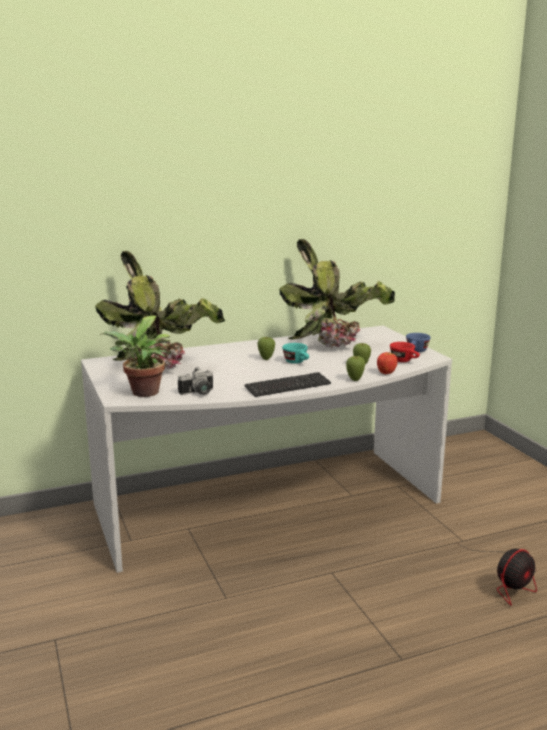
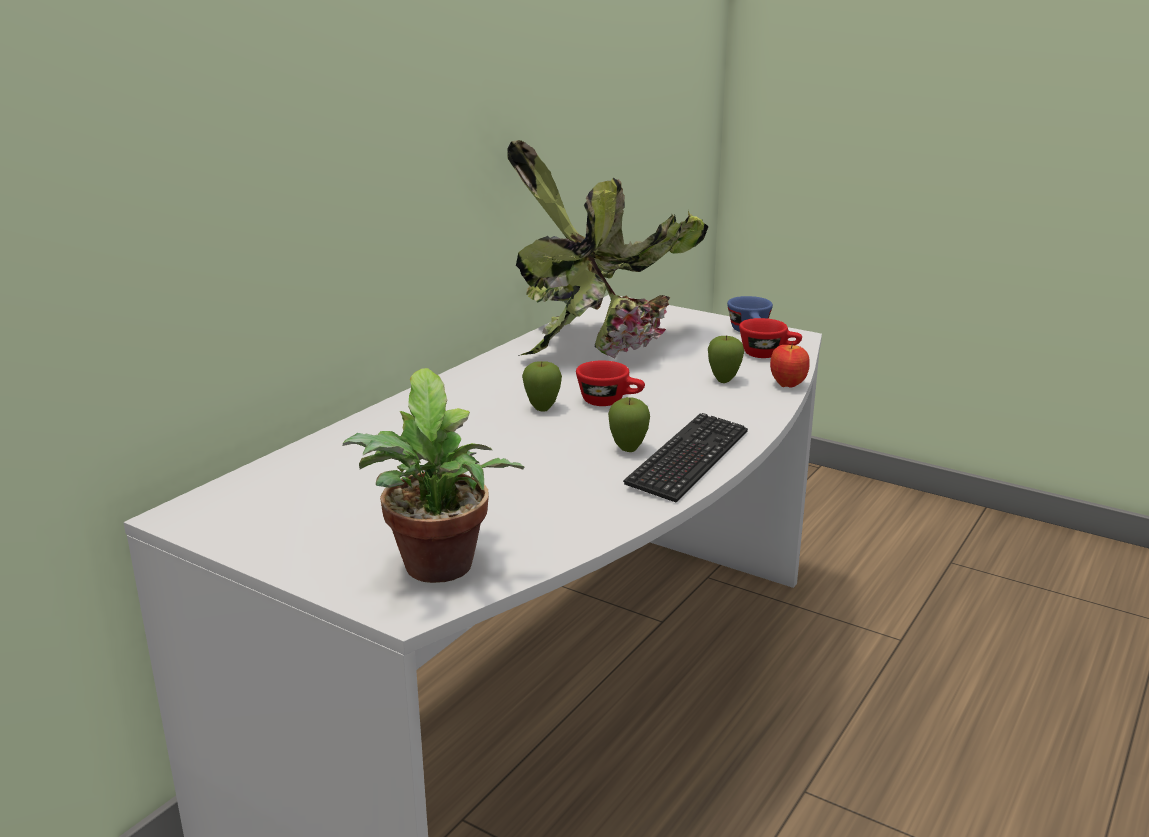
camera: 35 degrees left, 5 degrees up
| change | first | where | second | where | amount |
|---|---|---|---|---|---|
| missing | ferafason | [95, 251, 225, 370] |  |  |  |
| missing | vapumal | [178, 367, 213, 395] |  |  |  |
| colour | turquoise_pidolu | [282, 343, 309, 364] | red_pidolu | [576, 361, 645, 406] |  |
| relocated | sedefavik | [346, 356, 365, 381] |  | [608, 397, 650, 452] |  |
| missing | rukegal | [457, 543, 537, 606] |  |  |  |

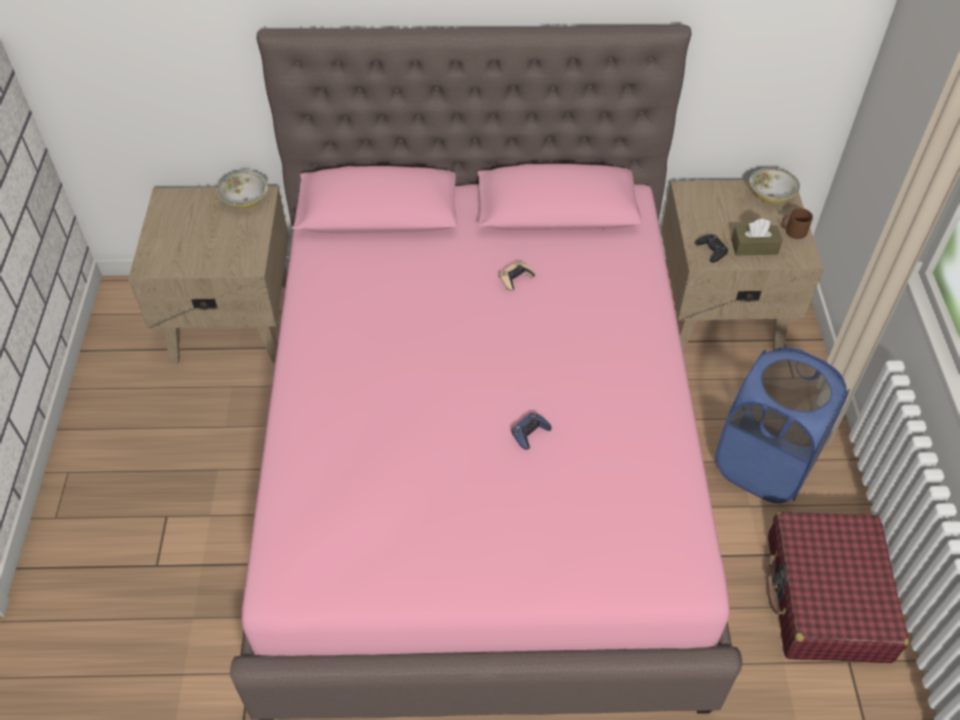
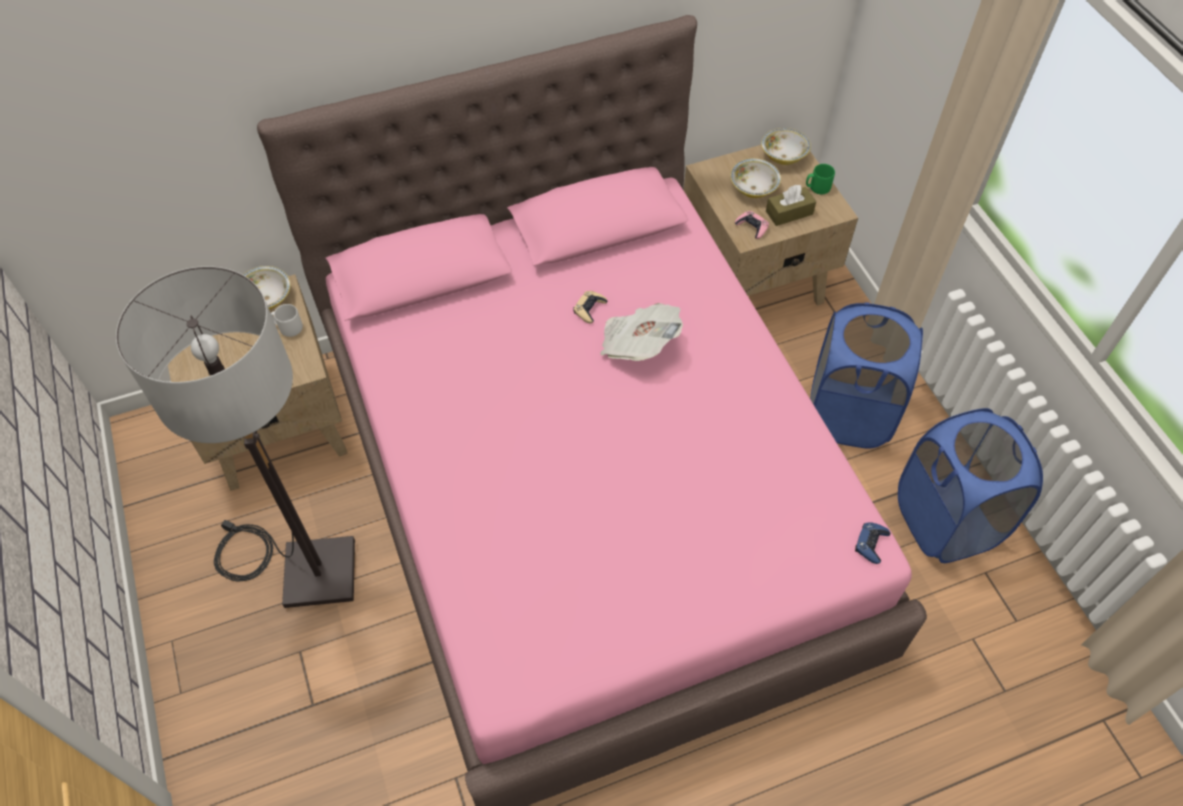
camera: 20 degrees left, 5 degrees up
| change | first | where | second | where | amount |
|---|---|---|---|---|---|
| relocated | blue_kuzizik | [511, 413, 552, 450] |  | [855, 522, 890, 564] |  |
| colour | black_kuzizik | [695, 234, 728, 263] | pink_kuzizik | [735, 211, 769, 239] |  |
| exchanged | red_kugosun | [767, 512, 909, 663] | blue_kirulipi | [898, 408, 1043, 563] |  |
| colour | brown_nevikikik | [782, 208, 813, 239] | green_nevikikik | [806, 164, 835, 194] |  |
| appeared |  |  | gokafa | [116, 266, 355, 608] |  |
| appeared |  |  | grey_nevikikik | [271, 304, 303, 337] |  |
| appeared |  |  | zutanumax | [600, 303, 683, 361] |  |
| appeared |  |  | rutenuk | [730, 158, 781, 198] |  |

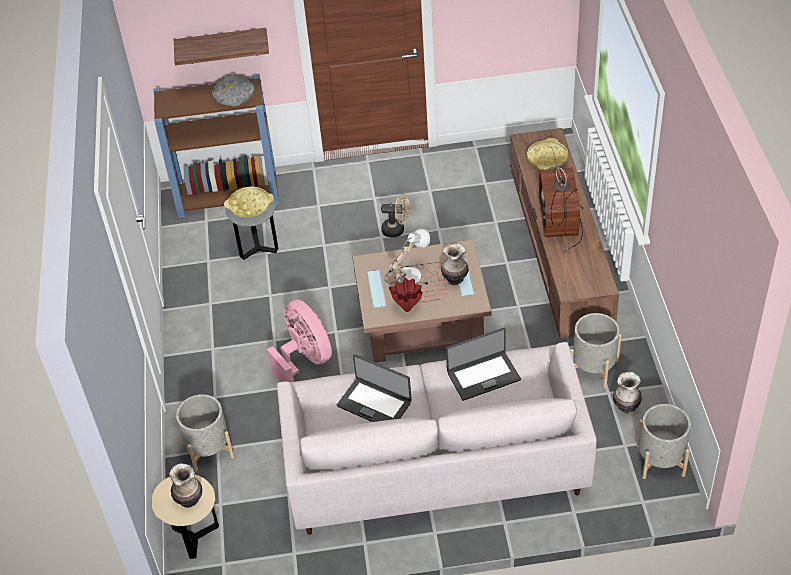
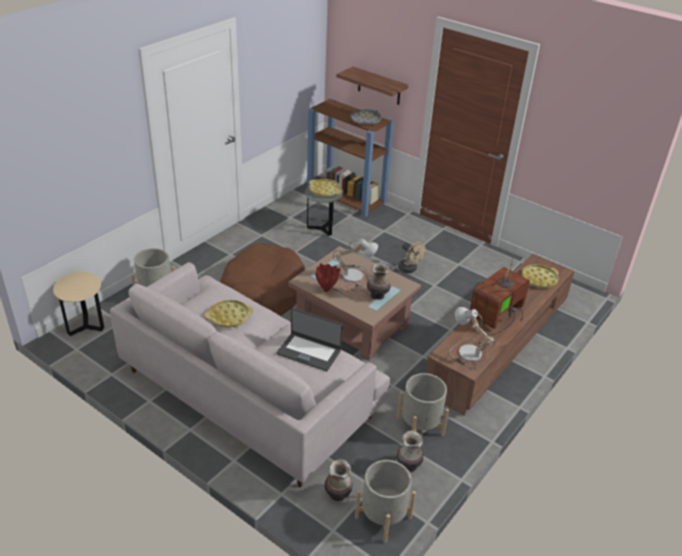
camera: 40 degrees right, 10 degrees down
| change | first | where | second | where | amount |
|---|---|---|---|---|---|
| relocated | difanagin | [169, 463, 202, 508] |  | [325, 459, 353, 501] |  |
| exchanged | pink_rukegal | [267, 300, 332, 382] | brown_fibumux | [220, 243, 305, 316] |  |
| exchanged | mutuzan | [337, 354, 412, 422] | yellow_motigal | [205, 300, 253, 328] |  |
| appeared |  |  | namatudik | [449, 307, 495, 369] |  |

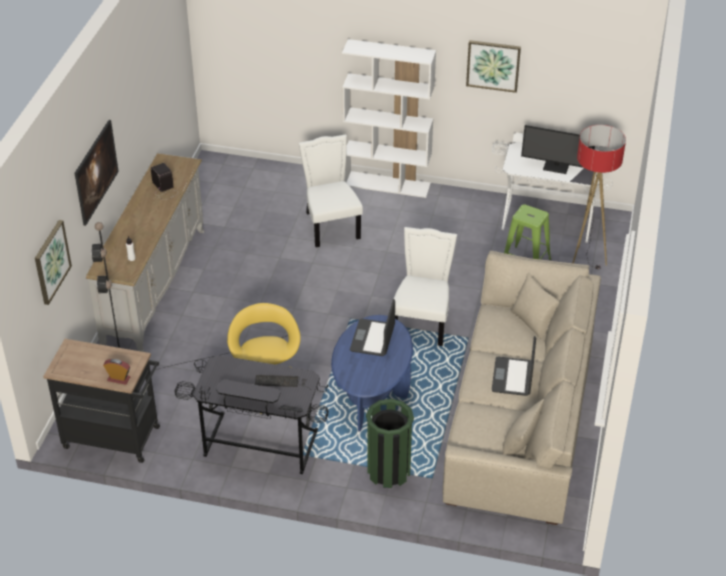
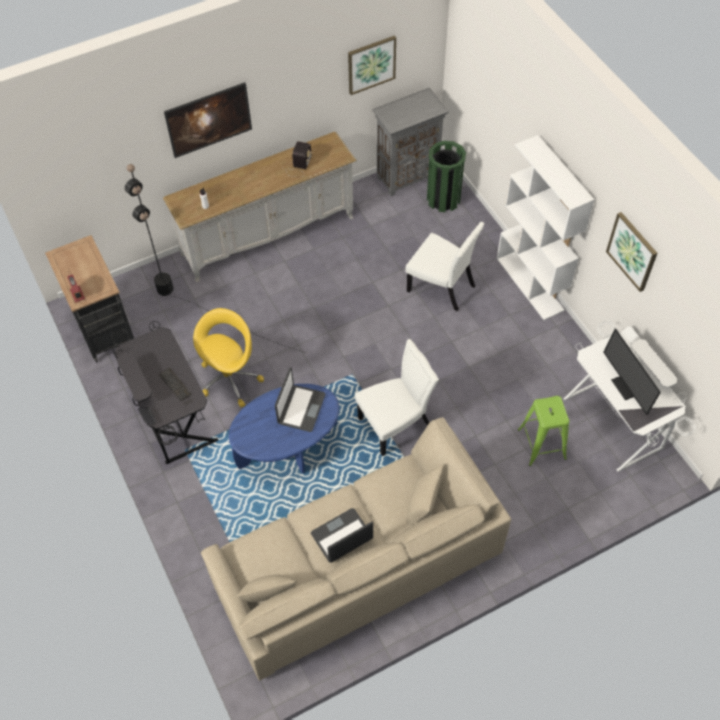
camera: 50 degrees right, 15 degrees up
| change | first | where | second | where | amount |
|---|---|---|---|---|---|
| relocated | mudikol | [35, 220, 72, 305] |  | [348, 36, 396, 95] |  |
| spun | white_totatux | [299, 134, 363, 247] |  | [405, 222, 484, 311] | 90 degrees clockwise |
| spun | mutuzan | [350, 299, 395, 356] |  | [275, 368, 325, 432] | 135 degrees clockwise |
| relocated | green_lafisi | [366, 399, 414, 488] |  | [427, 141, 466, 212] |  |
| missing | gokafa | [572, 125, 626, 269] |  |  |  |
| appeared |  |  | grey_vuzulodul | [372, 87, 449, 196] |  |

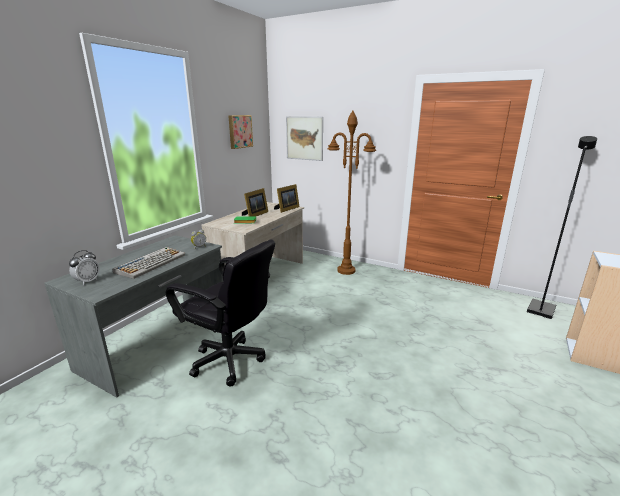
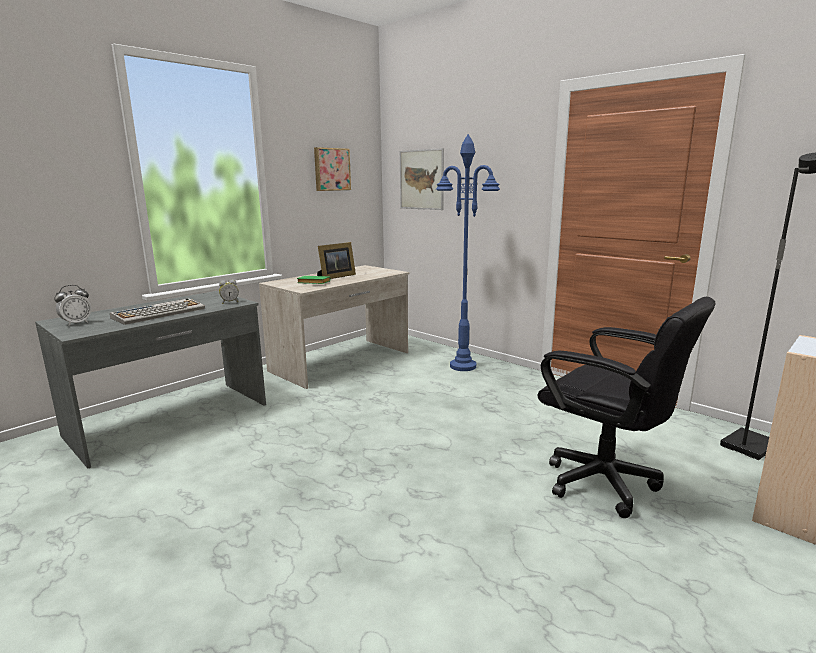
camera: 15 degrees right, 5 degrees down
| change | first | where | second | where | amount |
|---|---|---|---|---|---|
| relocated | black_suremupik | [166, 240, 275, 387] |  | [538, 297, 715, 518] |  |
| missing | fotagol | [274, 184, 300, 213] |  |  |  |
| colour | brown_gokafa | [328, 111, 376, 275] | blue_gokafa | [436, 134, 500, 371] |  |

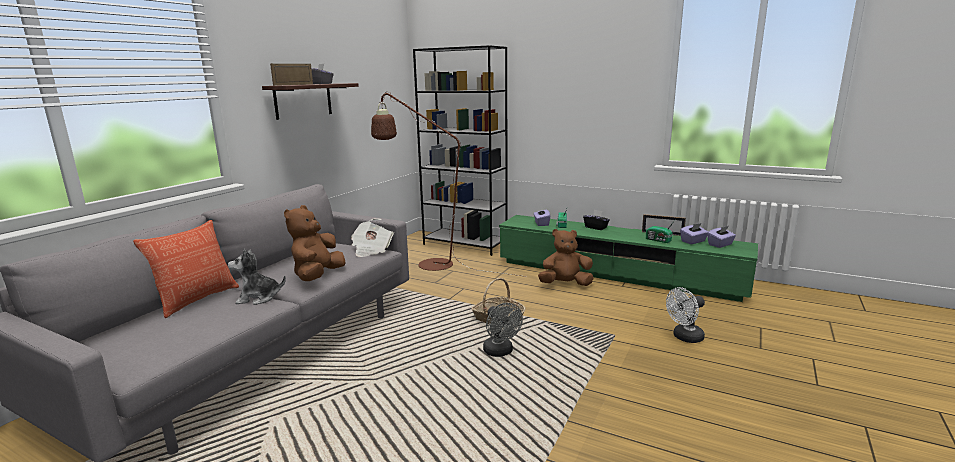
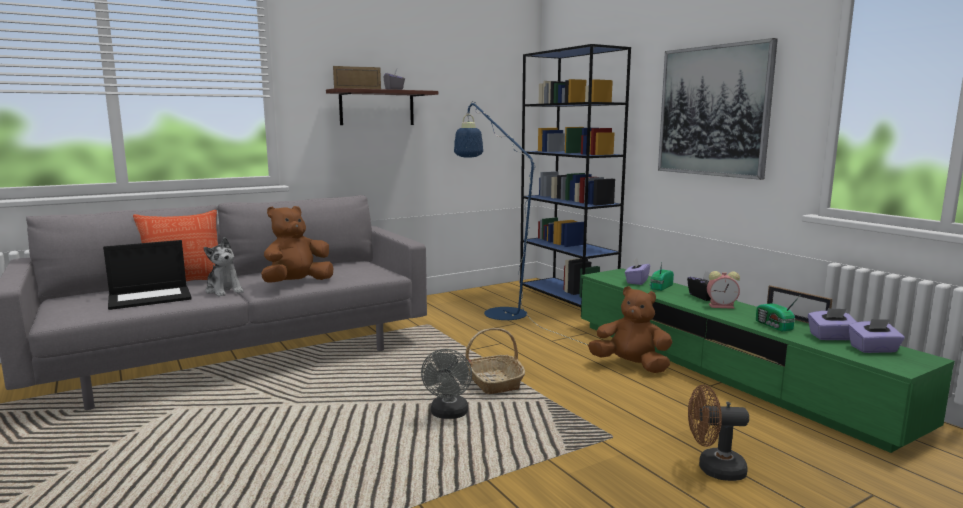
camera: 30 degrees right, 5 degrees down
| change | first | where | second | where | amount |
|---|---|---|---|---|---|
| spun | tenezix | [228, 249, 286, 305] |  | [204, 237, 244, 297] | 150 degrees counterclockwise |
| missing | zutanumax | [351, 218, 394, 257] |  |  |  |
| colour | brown_gokafa | [371, 92, 527, 277] | blue_gokafa | [454, 101, 588, 345] |  |
| colour | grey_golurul | [413, 45, 508, 256] | blue_golurul | [520, 44, 631, 308] |  |
| colour | white_rukegal | [666, 287, 705, 343] | brown_rukegal | [688, 385, 749, 481] |  |
| appeared |  |  | mutuzan | [103, 240, 192, 310] |  |
| appeared |  |  | mudikol | [658, 38, 778, 180] |  |
| appeared |  |  | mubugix | [707, 271, 740, 309] |  |

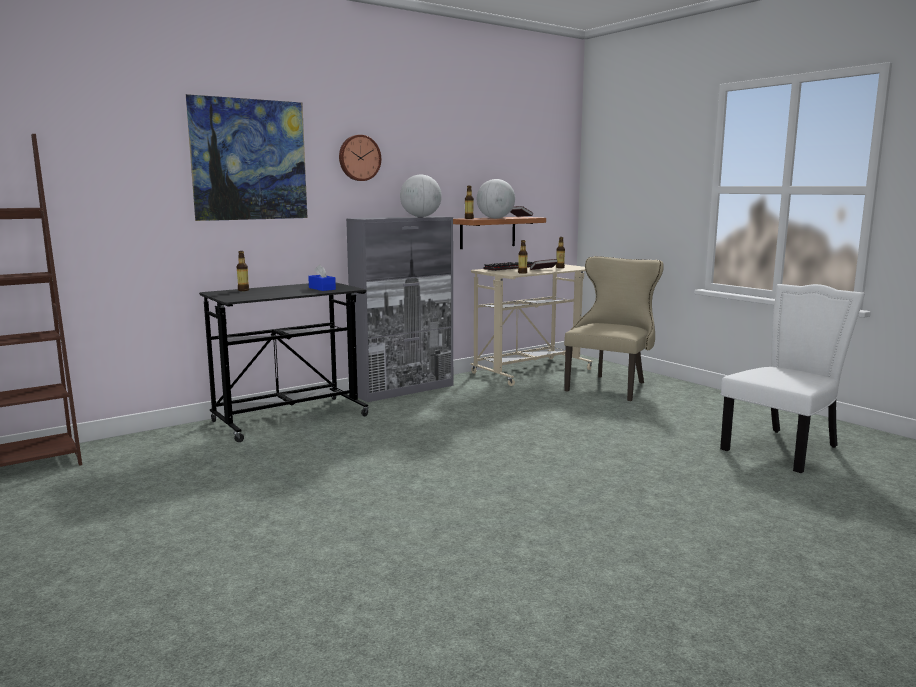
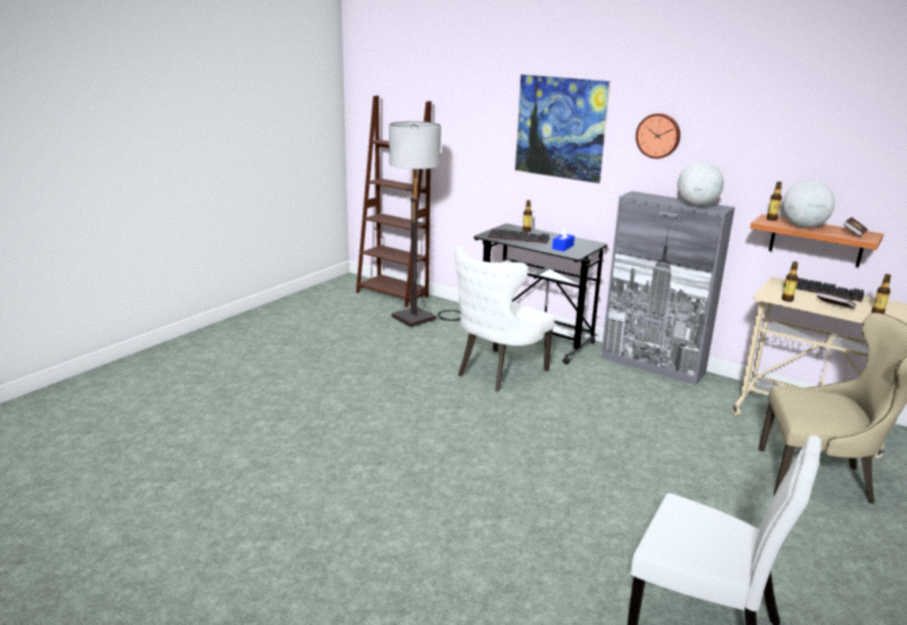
camera: 70 degrees right, 10 degrees up
| change | first | where | second | where | amount |
|---|---|---|---|---|---|
| appeared |  |  | gokafa | [389, 121, 461, 327] |  |
| appeared |  |  | white_totatux | [455, 245, 555, 392] |  |
| appeared |  |  | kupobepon | [488, 229, 550, 243] |  |

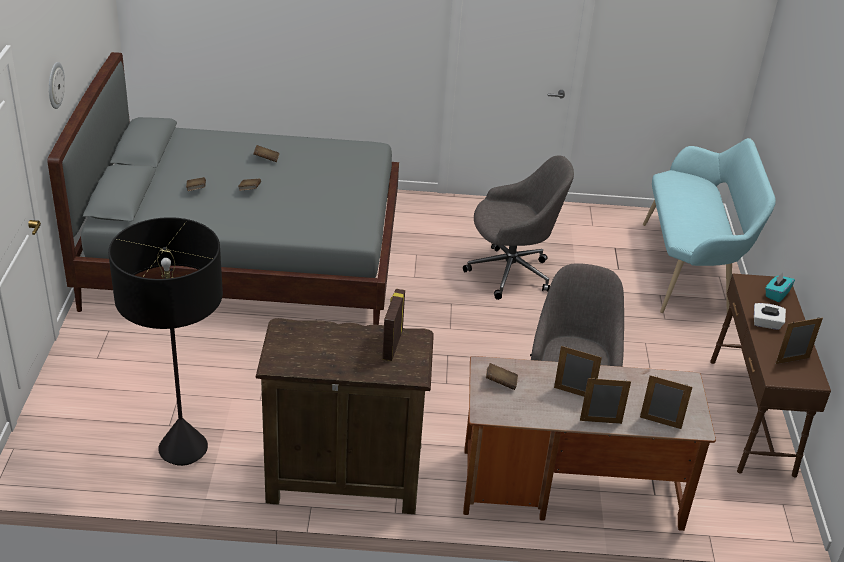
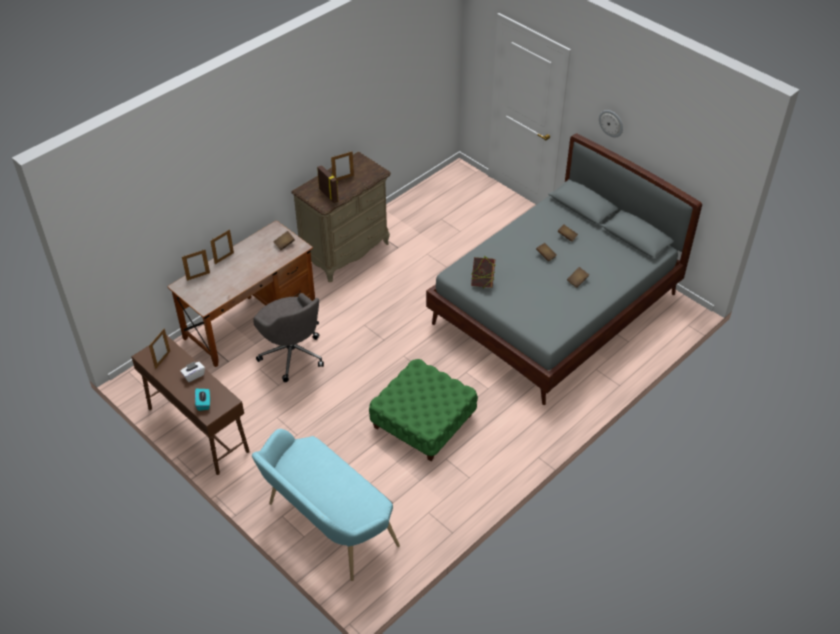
camera: 135 degrees right, 10 degrees up
| change | first | where | second | where | amount |
|---|---|---|---|---|---|
| missing | black_gokafa | [108, 217, 223, 466] |  |  |  |
| exchanged | grey_suremupik | [463, 155, 574, 300] | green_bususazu | [369, 359, 478, 461] |  |
| relocated | fotagol | [554, 346, 602, 397] |  | [331, 151, 354, 181] |  |
| appeared |  |  | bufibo | [471, 256, 496, 289] |  |

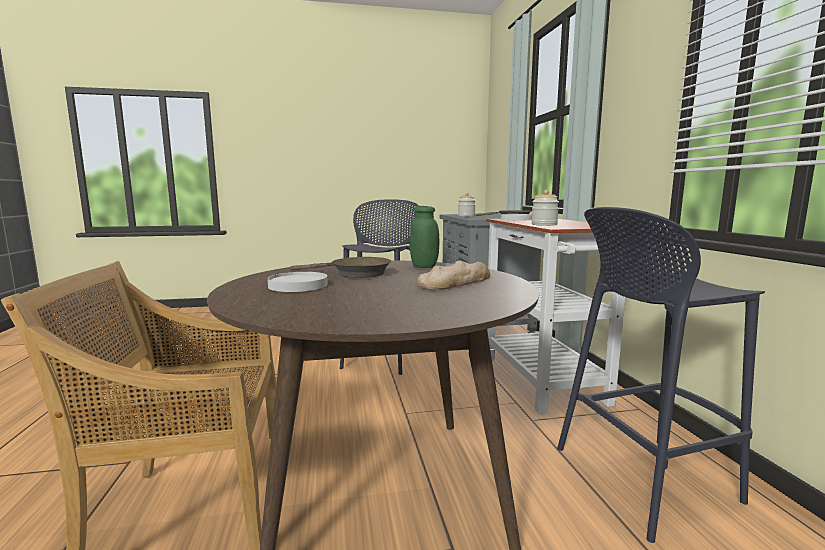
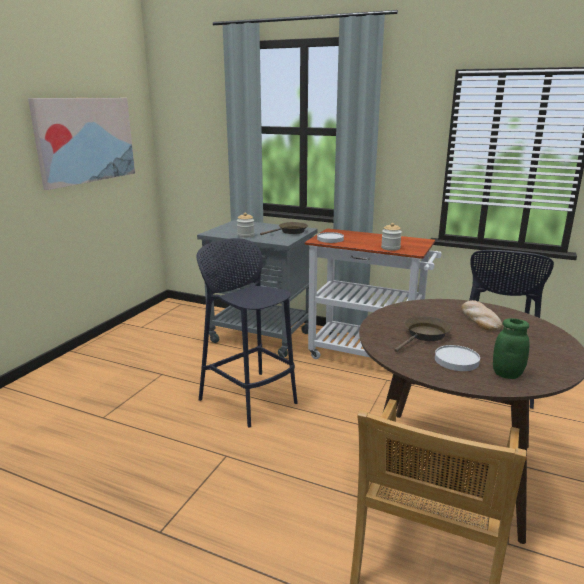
camera: 55 degrees left, 10 degrees up
| change | first | where | second | where | amount |
|---|---|---|---|---|---|
| relocated | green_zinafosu | [410, 206, 439, 268] |  | [493, 318, 529, 379] |  |
| appeared |  |  | mudikol | [28, 98, 135, 190] |  |

